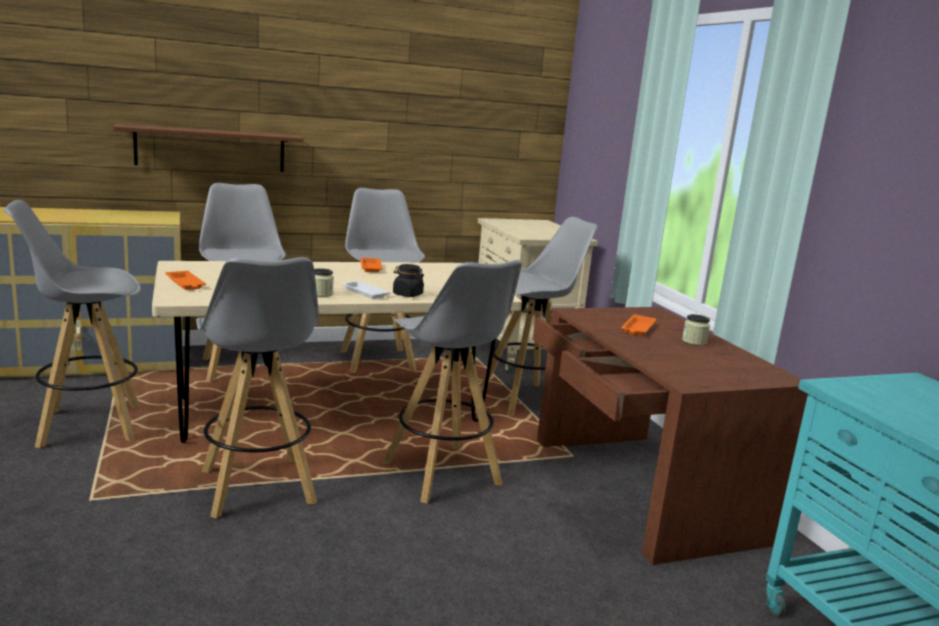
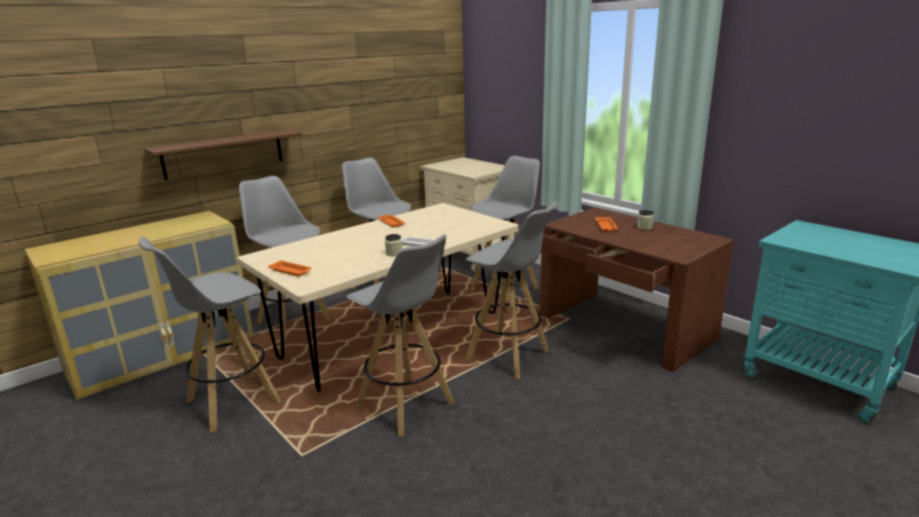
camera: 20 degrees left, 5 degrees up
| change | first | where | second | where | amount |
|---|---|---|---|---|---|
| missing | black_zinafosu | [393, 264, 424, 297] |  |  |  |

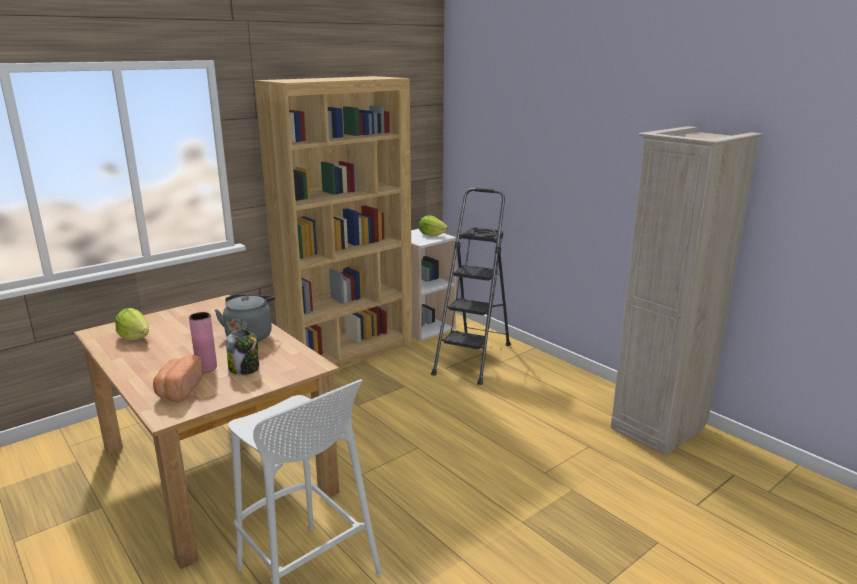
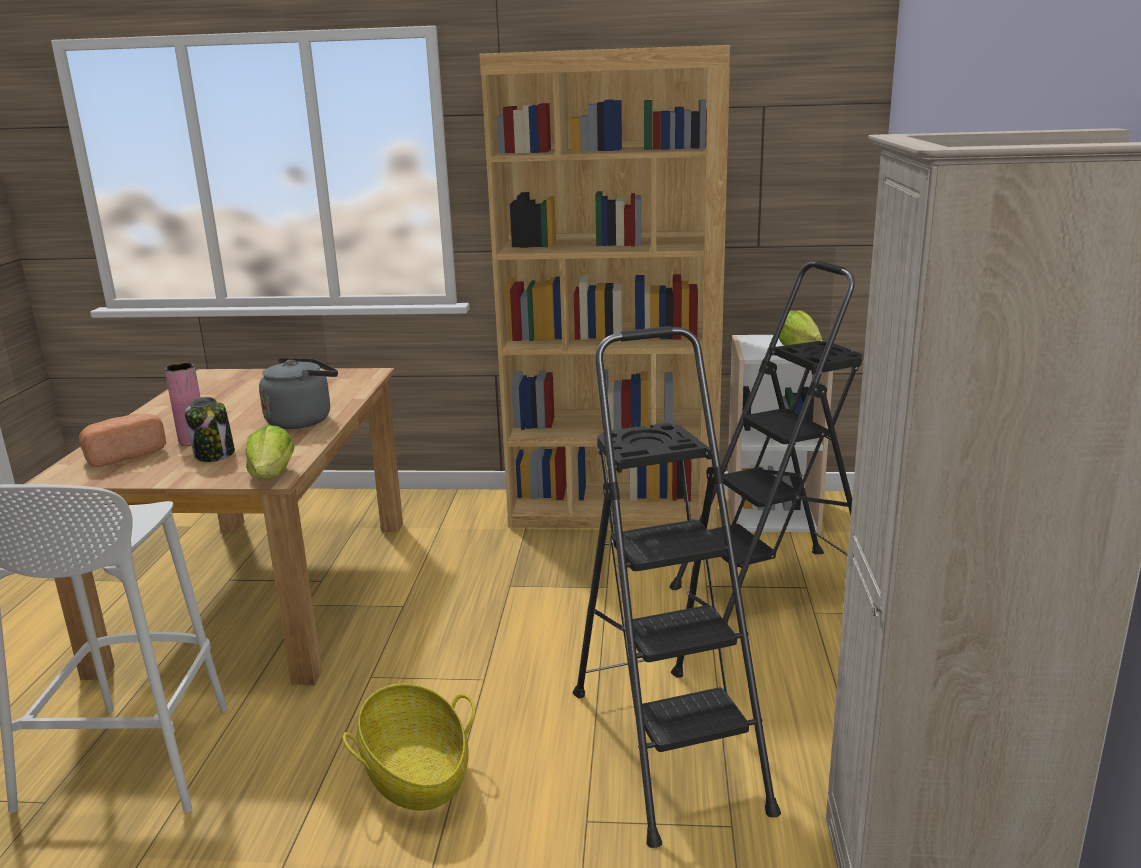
camera: 45 degrees right, 0 degrees up
| change | first | where | second | where | amount |
|---|---|---|---|---|---|
| relocated | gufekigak | [115, 308, 149, 341] |  | [245, 425, 294, 481] |  |
| appeared |  |  | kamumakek | [343, 683, 475, 811] |  |
| appeared |  |  | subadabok | [573, 326, 781, 848] |  |

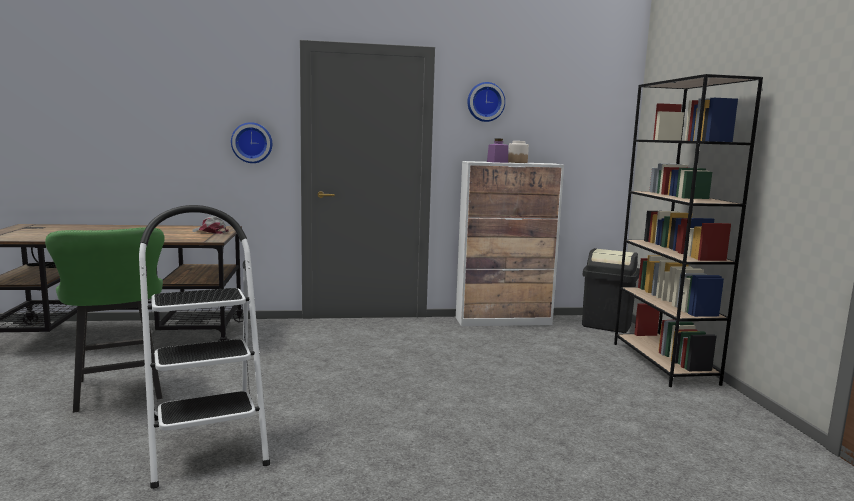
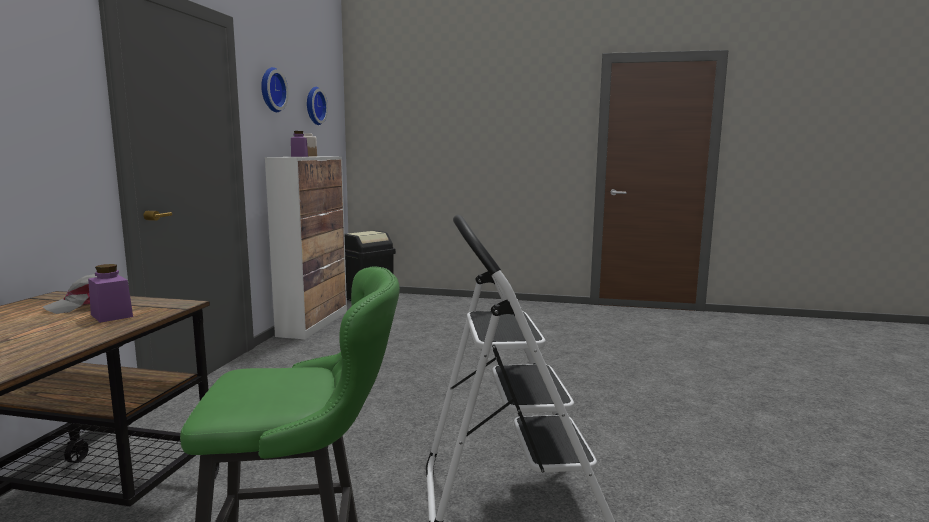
camera: 70 degrees left, 0 degrees up
| change | first | where | second | where | amount |
|---|---|---|---|---|---|
| relocated | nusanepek | [231, 122, 272, 163] |  | [307, 87, 328, 125] |  |
| missing | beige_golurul | [614, 74, 763, 387] |  |  |  |
| appeared |  |  | purple_zinafosu | [88, 264, 133, 323] |  |

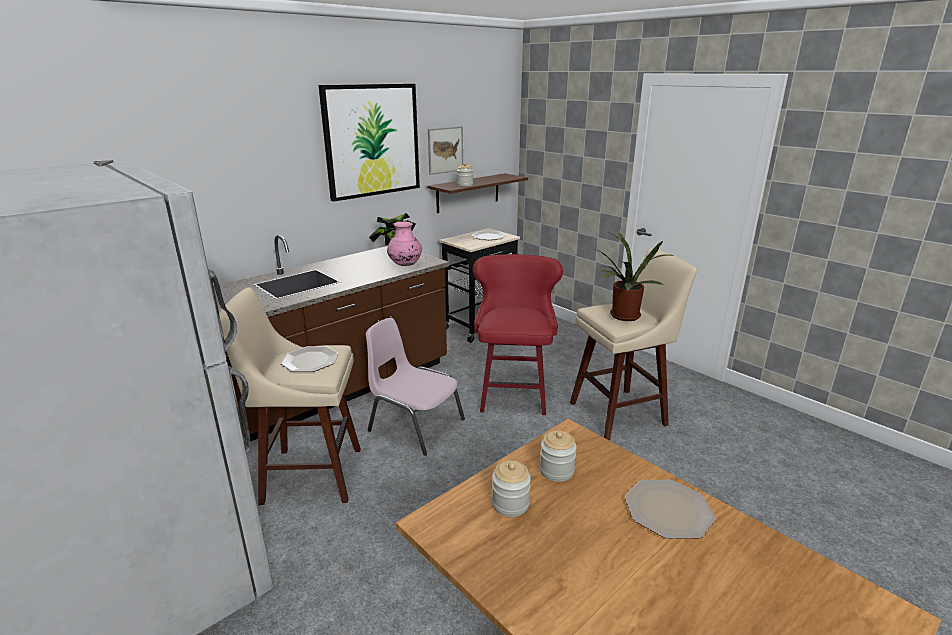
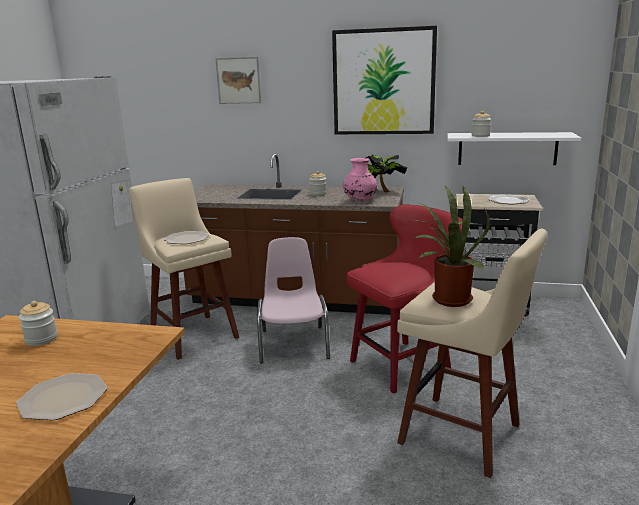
camera: 55 degrees right, 5 degrees down
| change | first | where | second | where | amount |
|---|---|---|---|---|---|
| colour | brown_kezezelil | [427, 173, 528, 213] | white_kezezelil | [447, 132, 581, 165] |  |
| relocated | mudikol | [428, 126, 463, 175] |  | [215, 57, 261, 104] |  |
| relocated | zinafosu | [540, 430, 577, 482] |  | [309, 171, 327, 196] |  |

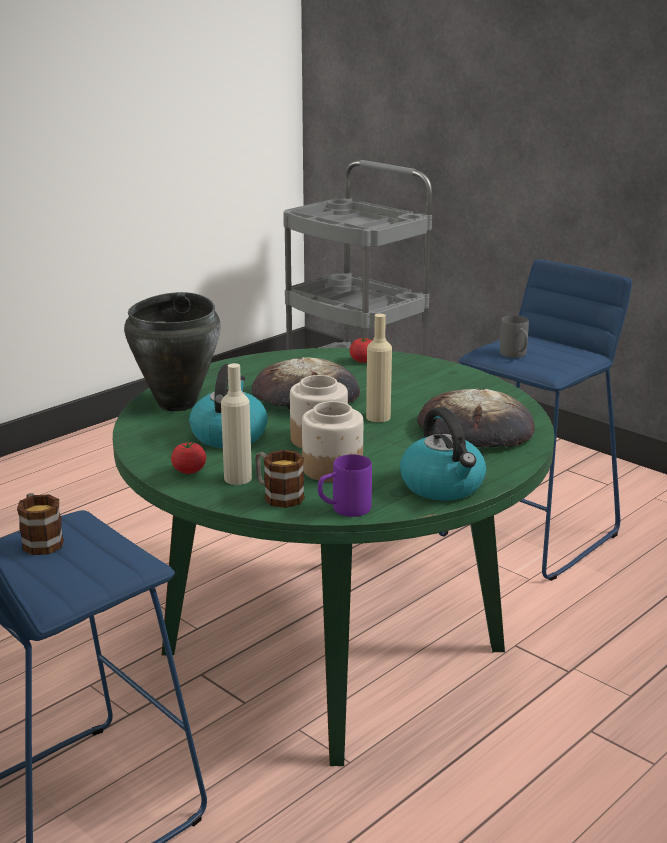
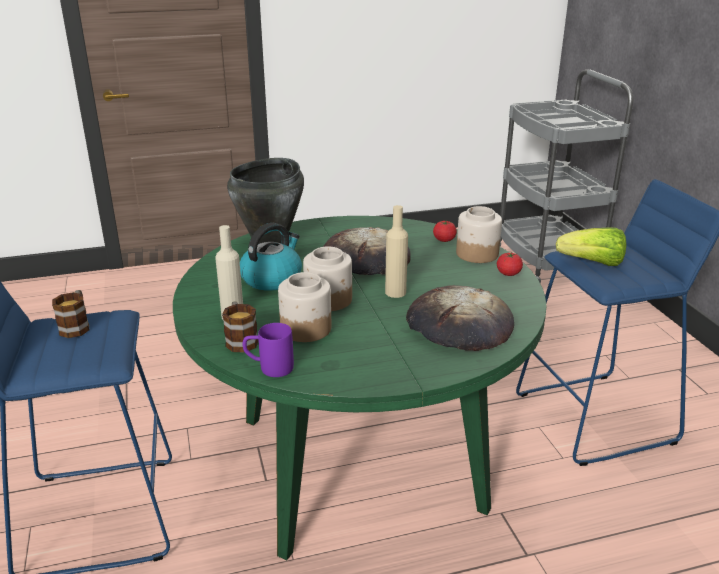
camera: 30 degrees right, 5 degrees up
| change | first | where | second | where | amount |
|---|---|---|---|---|---|
| relocated | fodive | [171, 441, 206, 474] |  | [497, 252, 523, 276] |  |
| missing | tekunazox | [400, 407, 486, 500] |  |  |  |
| exchanged | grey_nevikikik | [500, 315, 529, 358] | gufekigak | [556, 228, 626, 266] |  |
| appeared |  |  | zinafosu | [456, 206, 502, 263] |  |

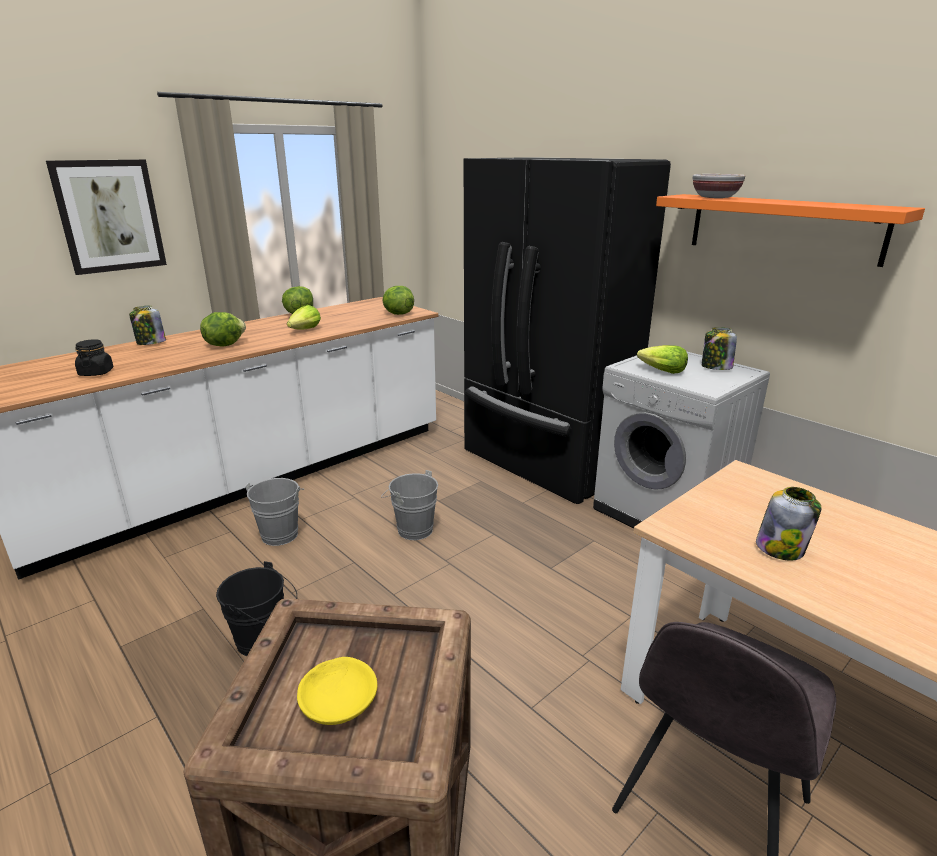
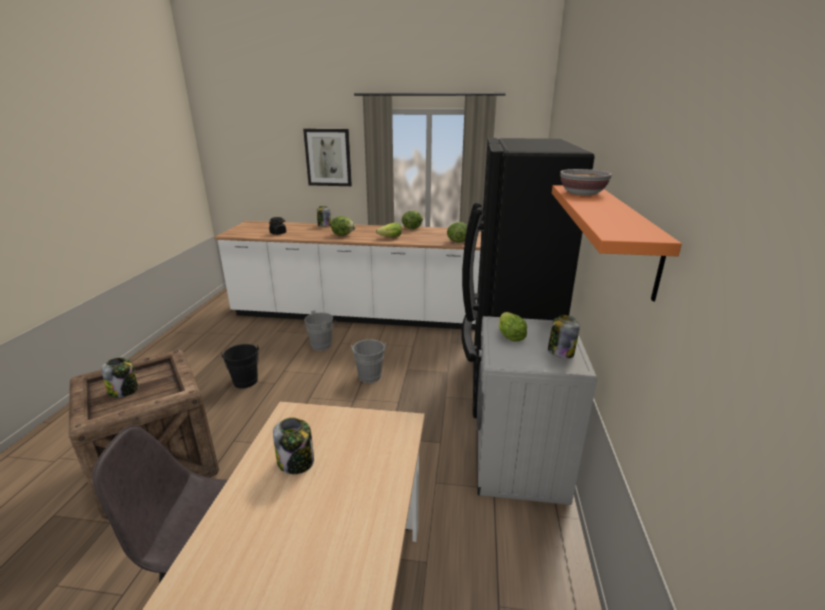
camera: 50 degrees right, 0 degrees up
| change | first | where | second | where | amount |
|---|---|---|---|---|---|
| exchanged | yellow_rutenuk | [297, 657, 378, 725] | zinafosu | [101, 358, 138, 397] |  |

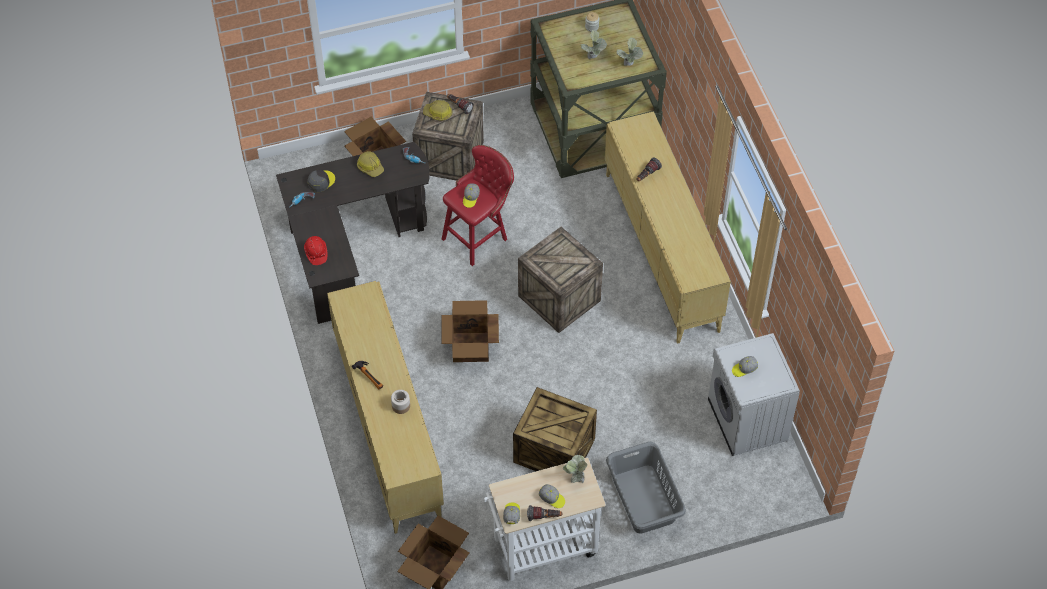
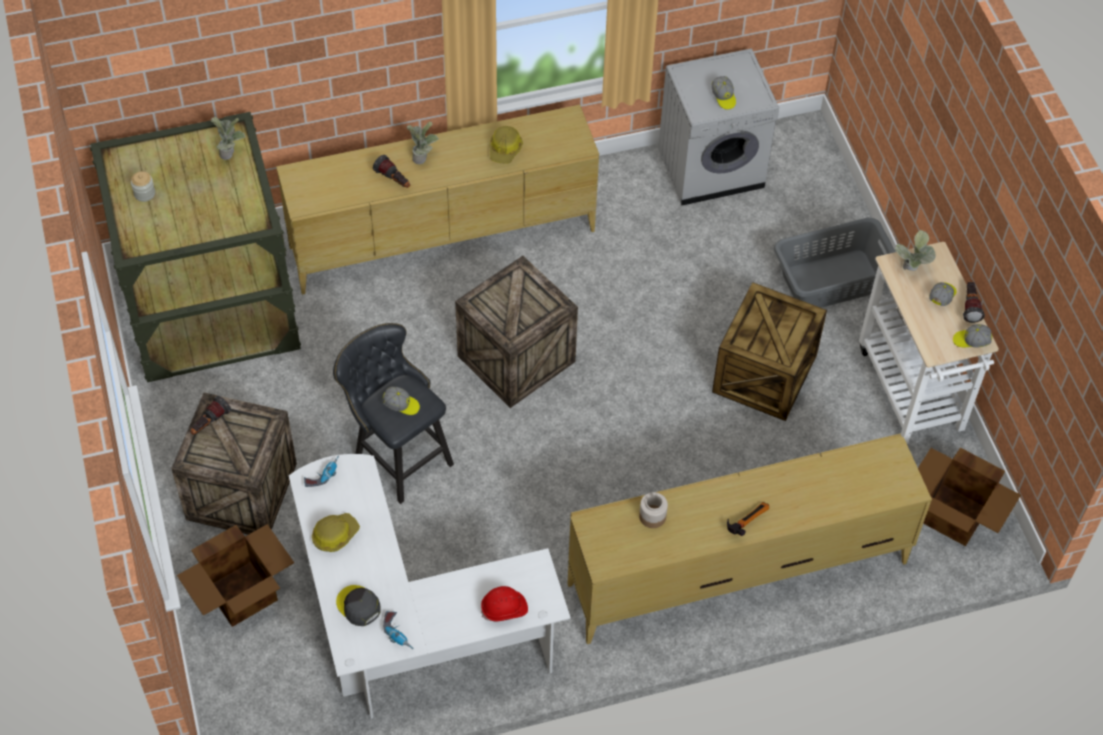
camera: 90 degrees left, 0 degrees up
| change | first | where | second | where | amount |
|---|---|---|---|---|---|
| colour | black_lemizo | [276, 142, 430, 324] | white_lemizo | [289, 454, 571, 719] |  |
| relocated | zinafosu | [391, 390, 410, 414] |  | [639, 492, 668, 528] |  |
| relocated | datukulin | [423, 100, 452, 121] |  | [489, 126, 523, 164] |  |
| missing | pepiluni | [441, 300, 499, 362] |  |  |  |
| colour | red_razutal | [442, 145, 514, 266] | grey_razutal | [333, 323, 454, 504] |  |
| relocated | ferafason | [581, 30, 607, 59] |  | [407, 122, 439, 164] |  |

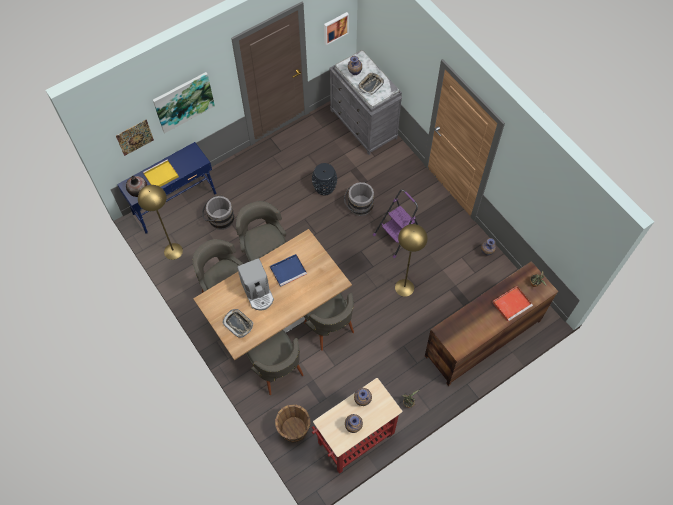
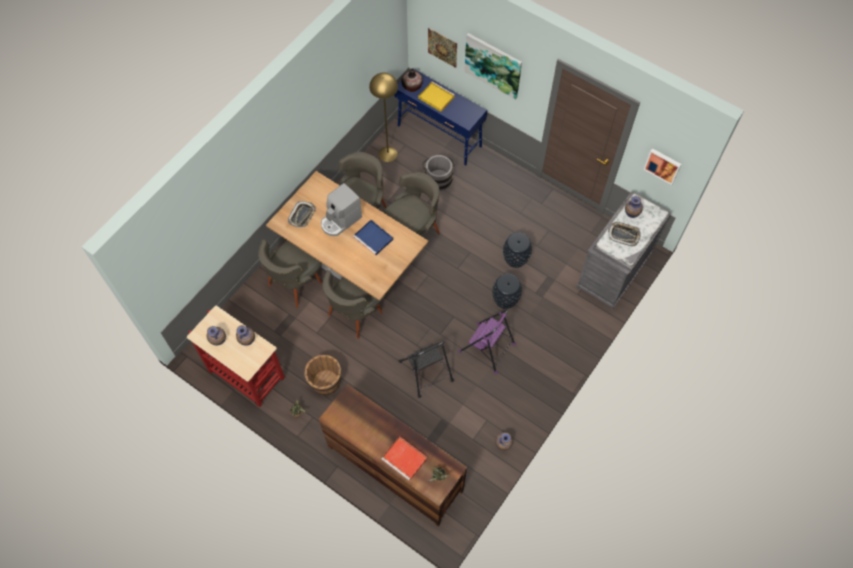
camera: 70 degrees right, 0 degrees up
| change | first | where | second | where | amount |
|---|---|---|---|---|---|
| relocated | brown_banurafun | [275, 404, 310, 443] |  | [304, 355, 341, 396] |  |
| exchanged | grey_banurafun | [344, 182, 374, 216] | black_razutal | [492, 273, 522, 309] |  |
| exchanged | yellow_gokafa | [395, 224, 428, 297] | black_subadabok | [399, 341, 454, 398] |  |

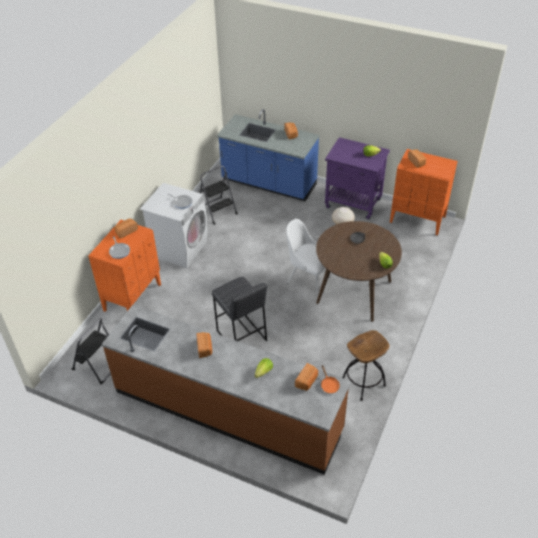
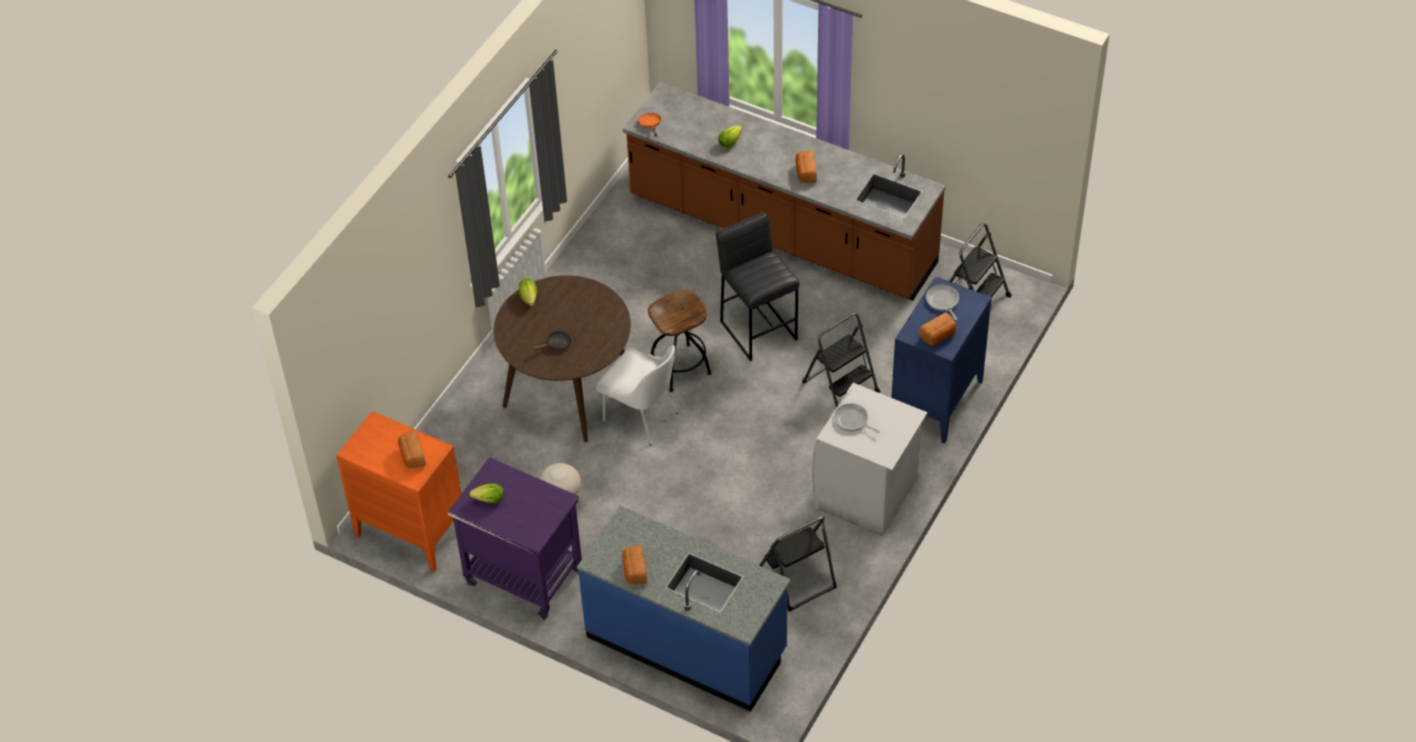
camera: 175 degrees left, 5 degrees up
| change | first | where | second | where | amount |
|---|---|---|---|---|---|
| colour | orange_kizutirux | [88, 220, 161, 312] | blue_kizutirux | [892, 277, 992, 444] |  |
| missing | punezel | [295, 363, 318, 391] |  |  |  |
| relocated | brown_razutal | [343, 330, 390, 401] |  | [648, 290, 711, 392] |  |
| appeared |  |  | black_subadabok | [802, 313, 881, 408] |  |

